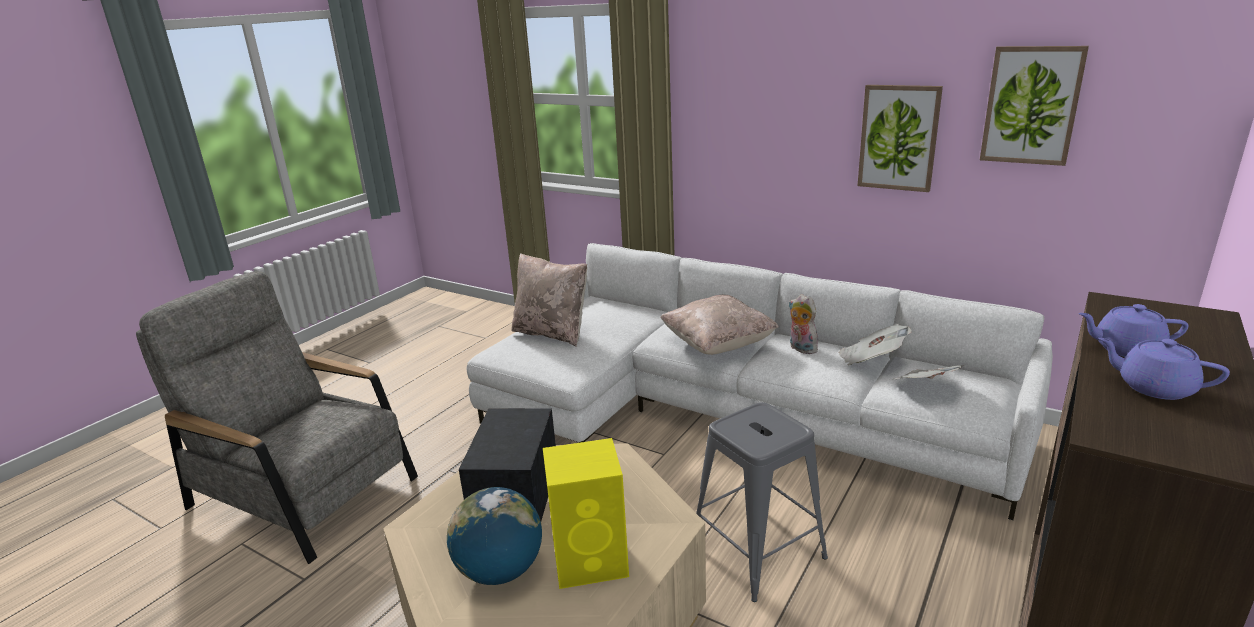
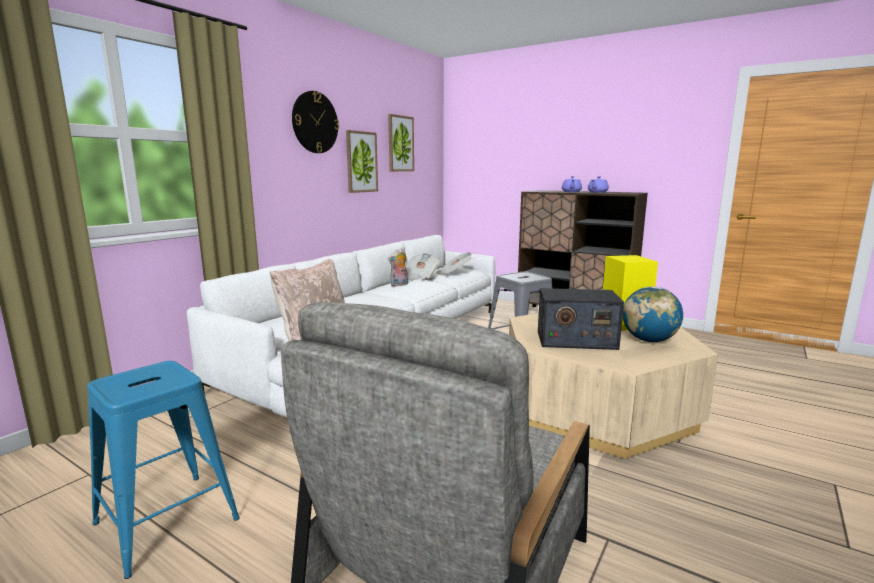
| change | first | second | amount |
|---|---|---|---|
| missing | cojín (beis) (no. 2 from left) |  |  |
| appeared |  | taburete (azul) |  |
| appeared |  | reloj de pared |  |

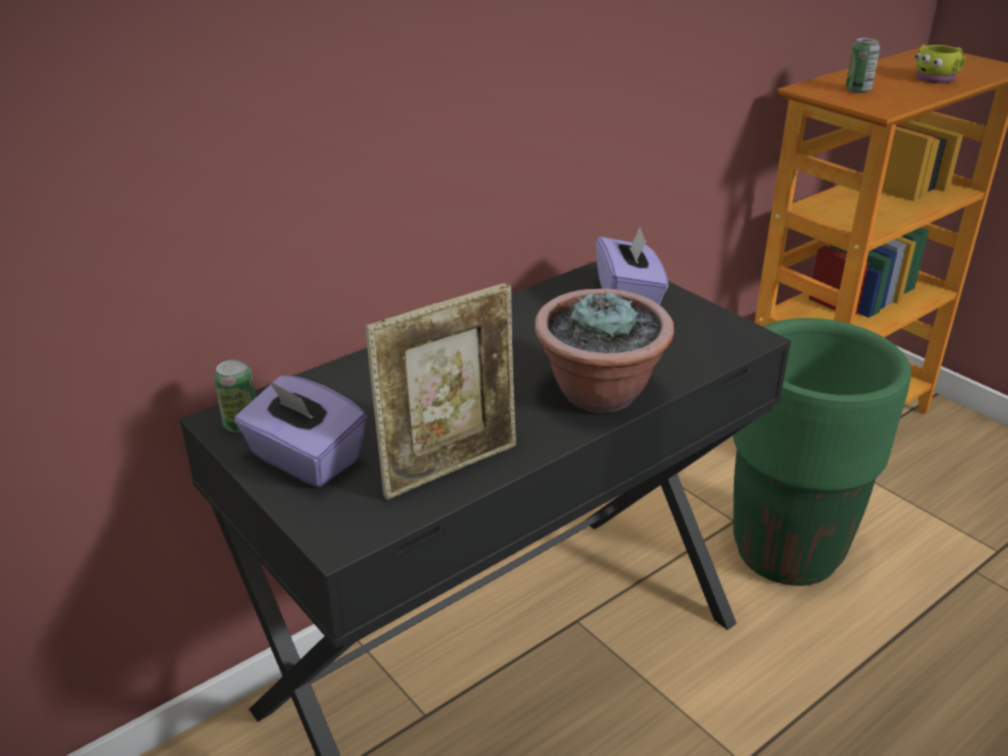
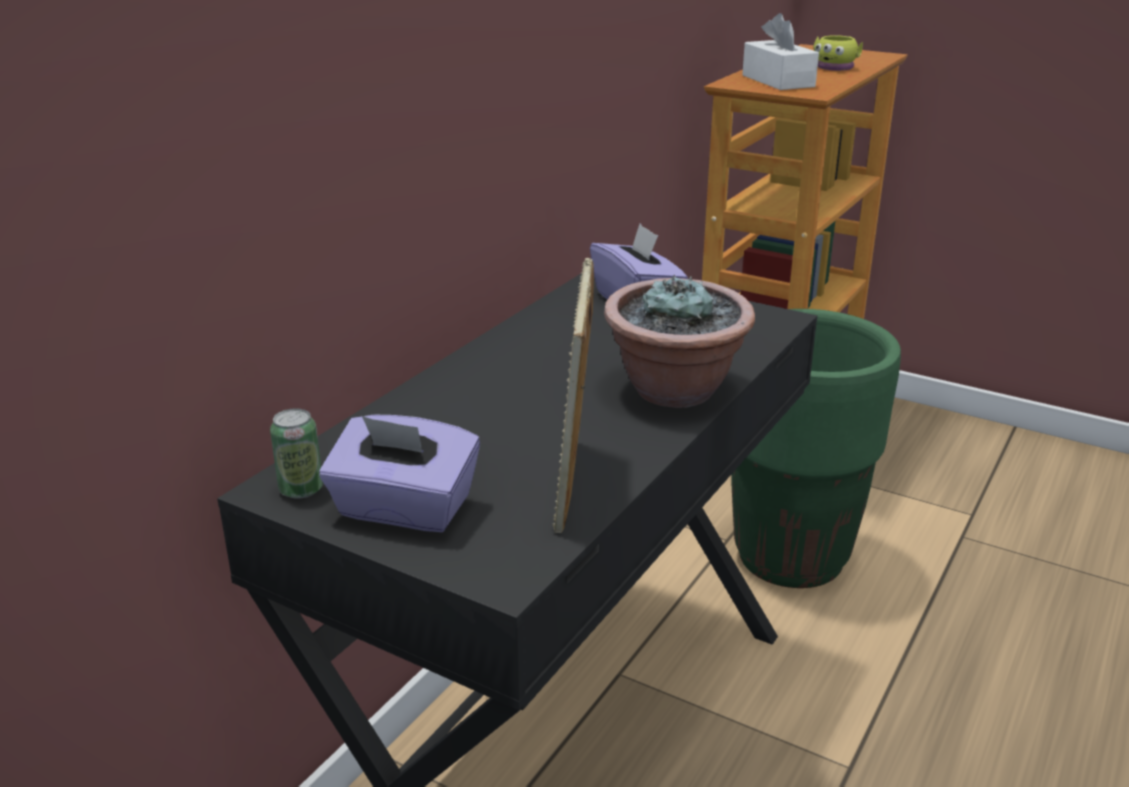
| change | first | second | amount |
|---|---|---|---|
| spun | portarretratos |  | 150 degrees clockwise |
| exchanged | lata (no. 2 from left) | caja de pañuelos (blanco) |  |

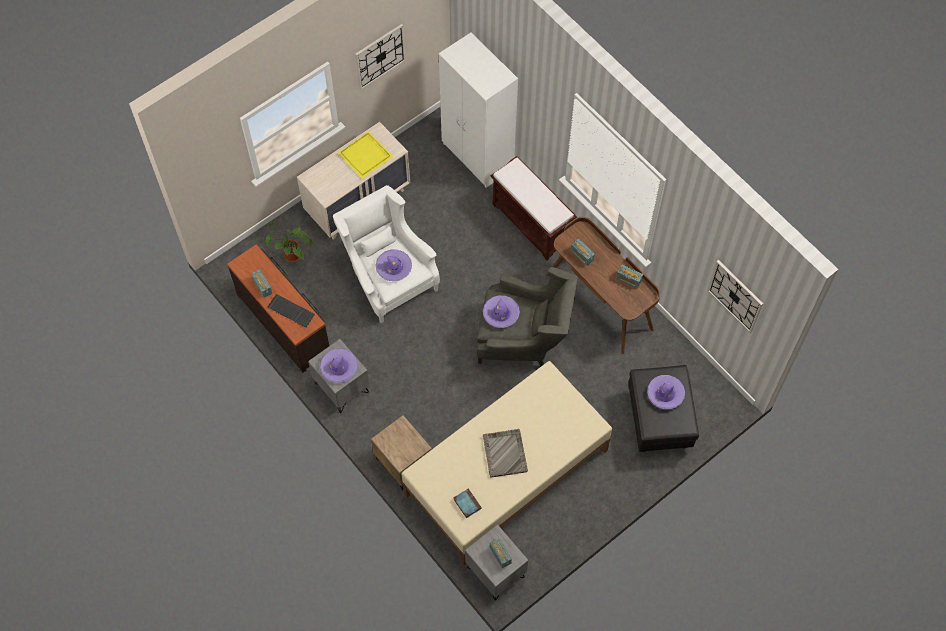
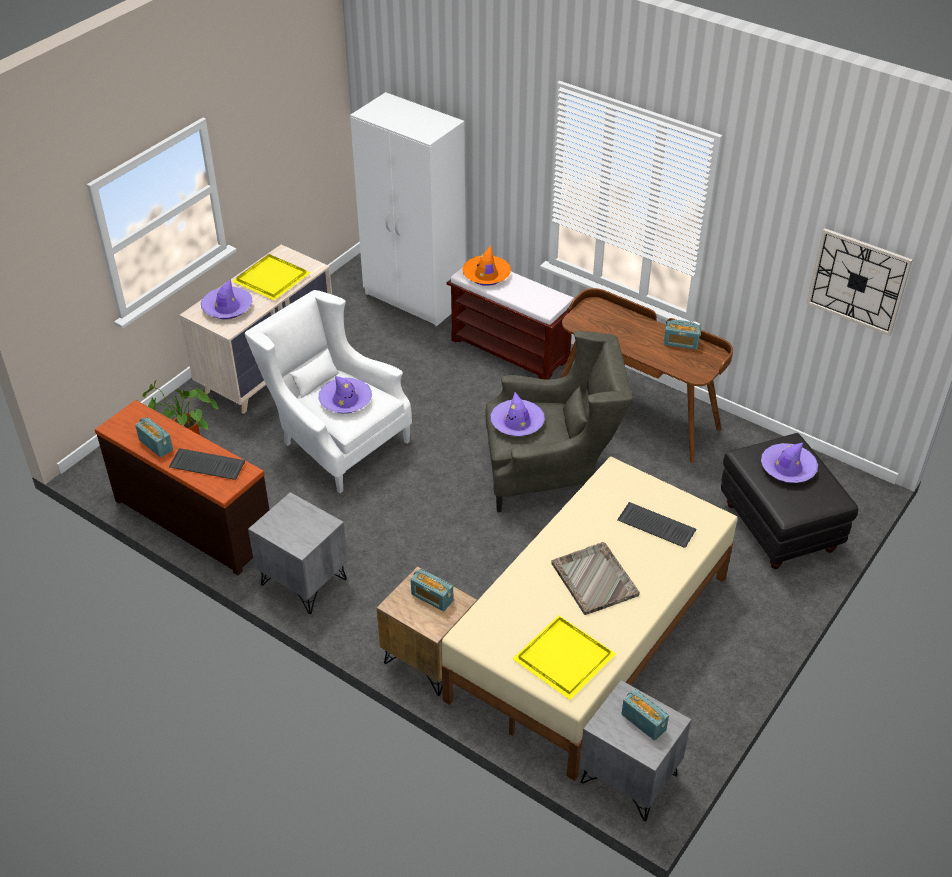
| change | first | second | amount |
|---|---|---|---|
| relocated | sombrero (morado) (no. 1 from left) |  |  |
| missing | reloj de pared (no. 1 from left) |  |  |
| exchanged | libro | bandeja (amarillo) (no. 2 from left) |  |
| relocated | radio (no. 3 from left in the first image) | radio (no. 2 from left) |  |
| appeared |  | sombrero (naranja) |  |
| appeared |  | teclado (no. 2 from left) |  |

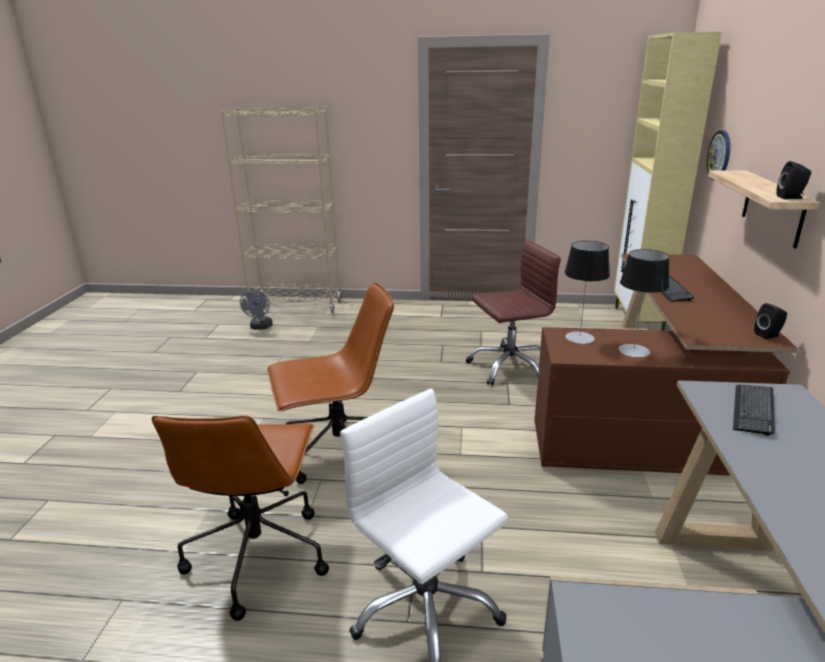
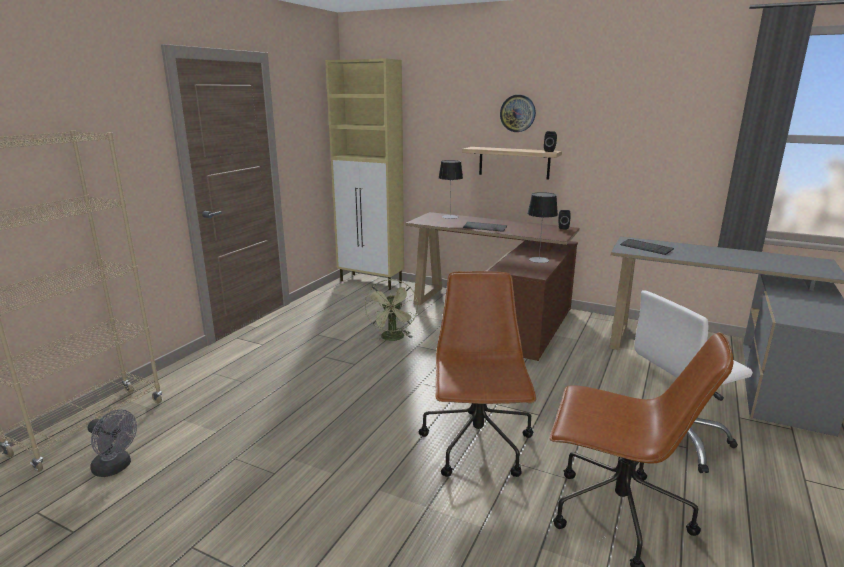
| change | first | second | amount |
|---|---|---|---|
| exchanged | silla de oficina (marrón) (no. 3 from left) | ventilador (verde) |  |
| relocated | lámpara de mesa (no. 1 from left) |  |  |
| relocated | reloj de pared |  |  |

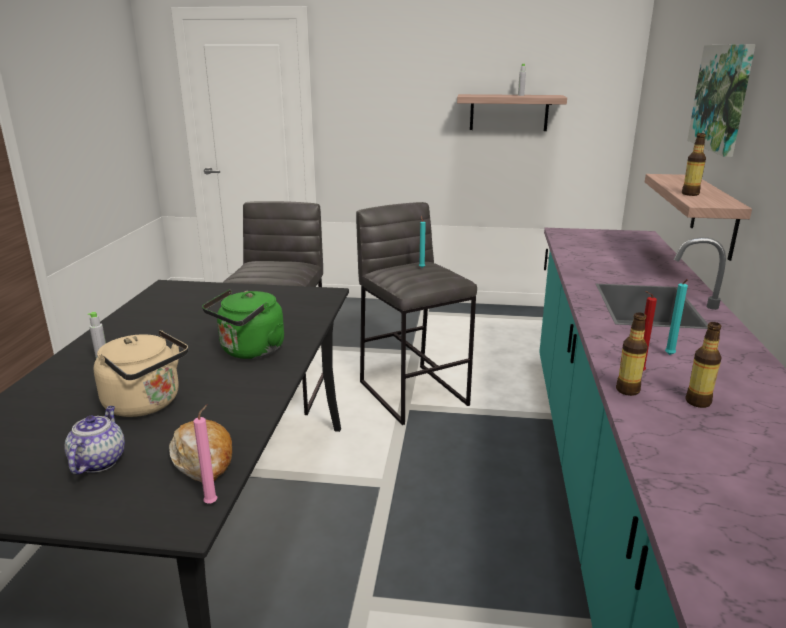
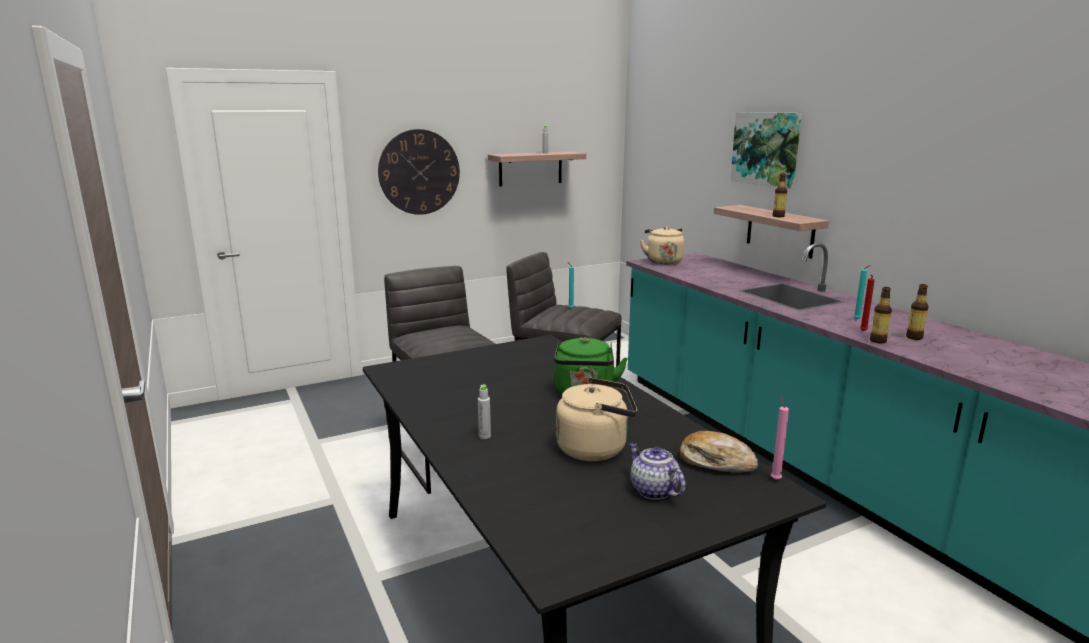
| change | first | second | amount |
|---|---|---|---|
| appeared |  | reloj de pared |  |
| appeared |  | hervidor (beis) (no. 2 from left) |  |

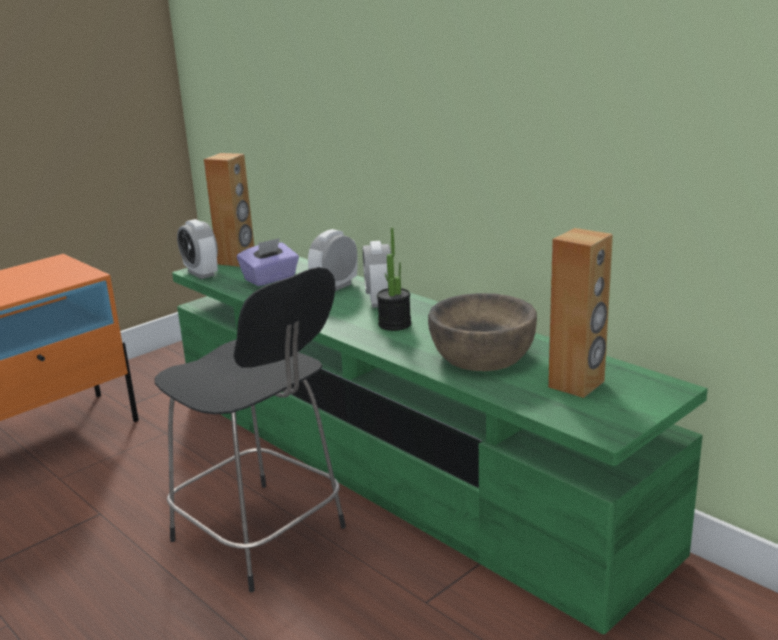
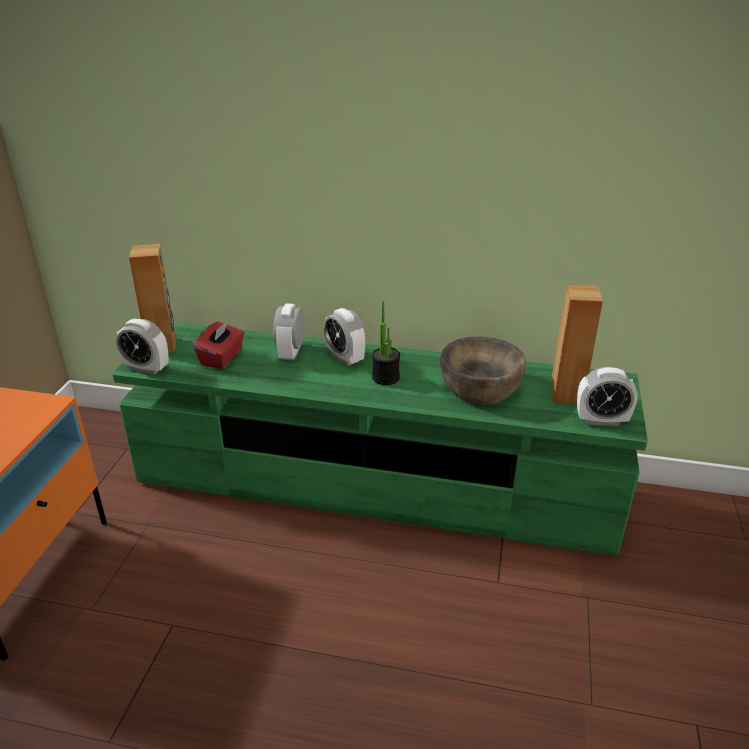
| change | first | second | amount |
|---|---|---|---|
| missing | taburete (negro) |  |  |
| colour | caja de pañuelos (morado) | caja de pañuelos (rojo) |  |
| appeared |  | despertador (no. 4 from left) |  |

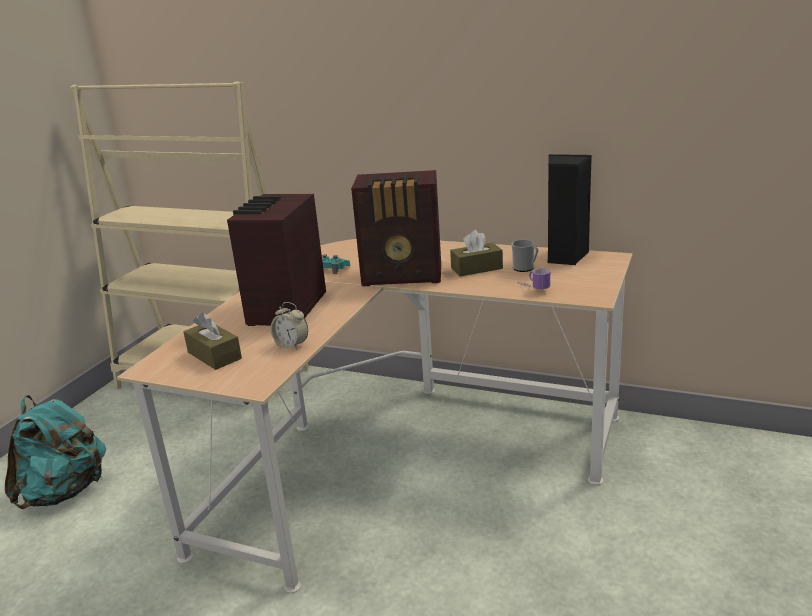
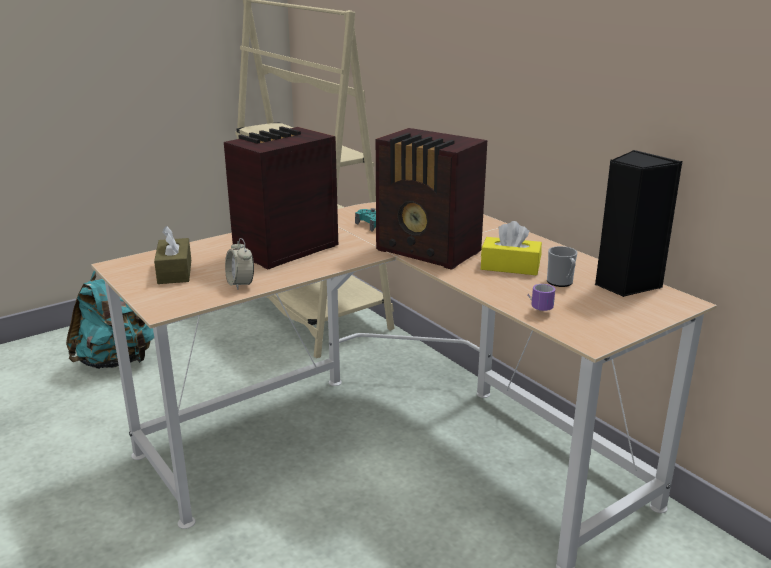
| change | first | second | amount |
|---|---|---|---|
| colour | caja de pañuelos (marrón) (no. 2 from left) | caja de pañuelos (amarillo) |  |

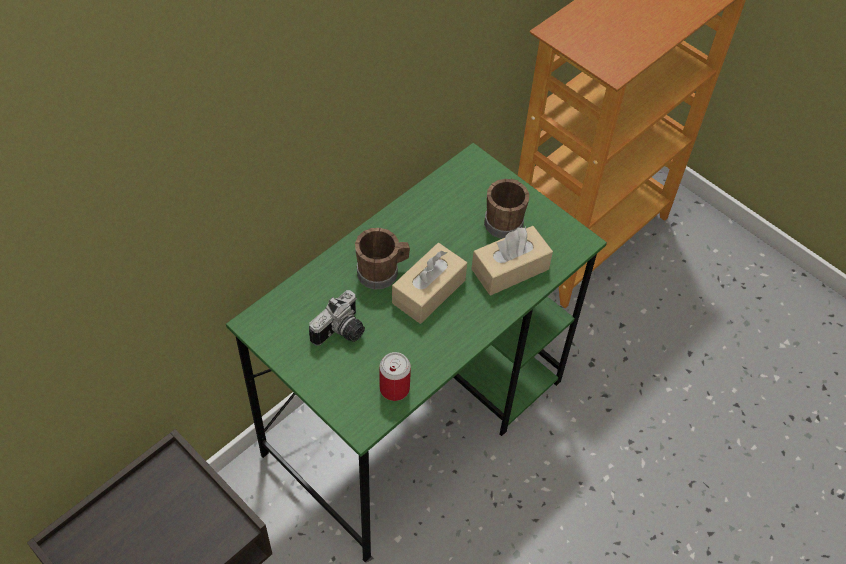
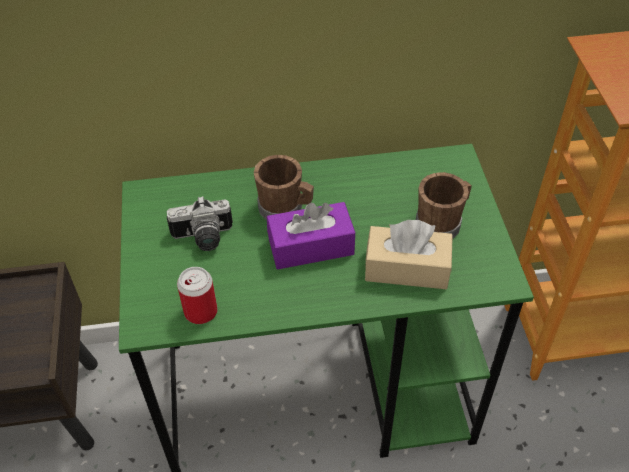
| change | first | second | amount |
|---|---|---|---|
| colour | caja de pañuelos (beis) (no. 1 from left) | caja de pañuelos (morado) |  |

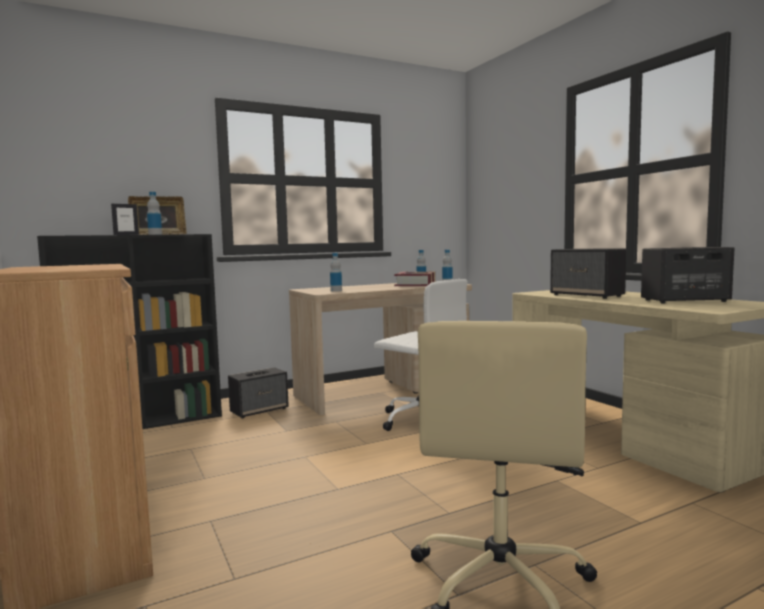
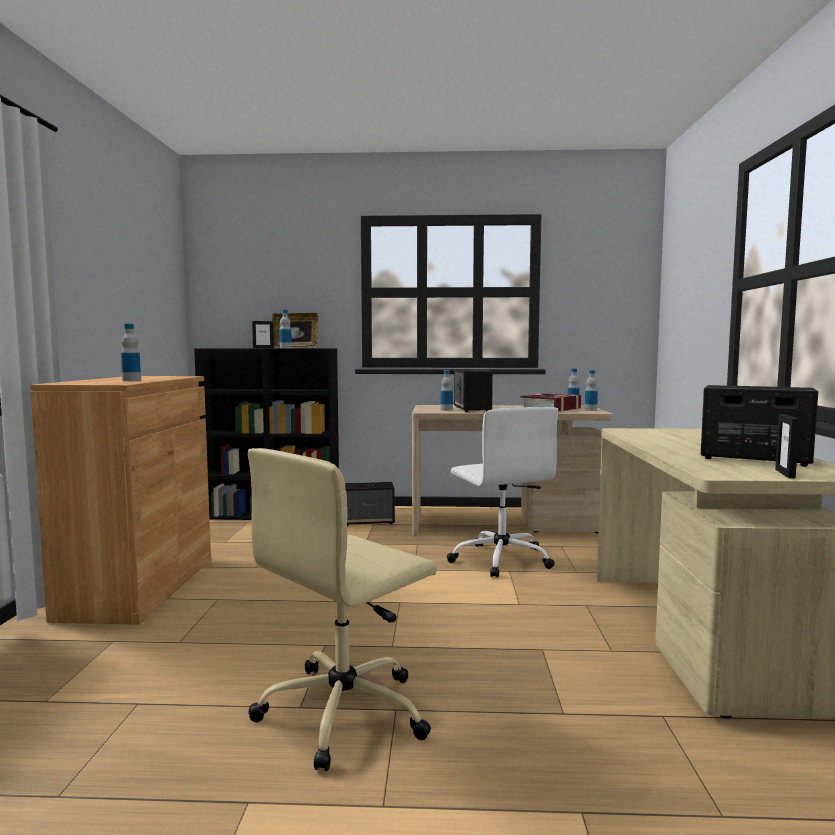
| change | first | second | amount |
|---|---|---|---|
| relocated | altavoz (no. 2 from left) |  |  |
| appeared |  | botella (no. 1 from left) |  |
| appeared |  | portarretratos (no. 3 from left) |  |

